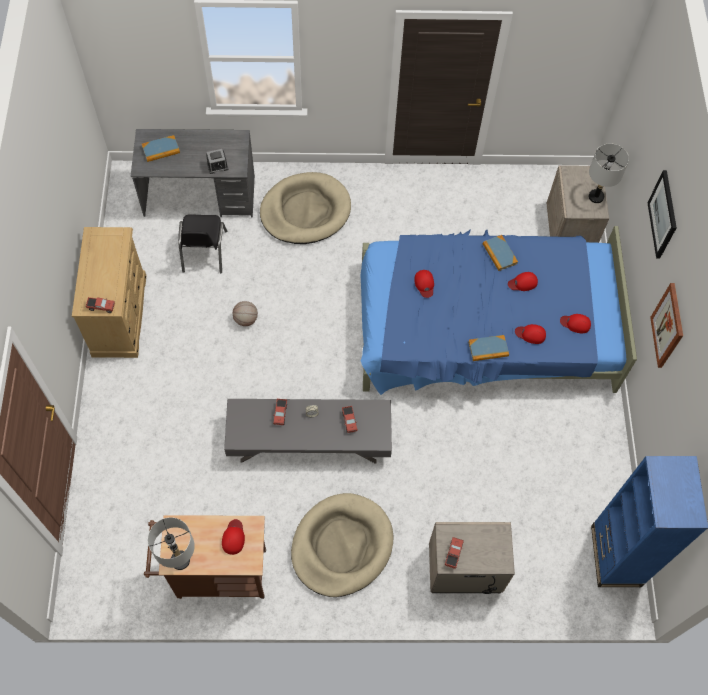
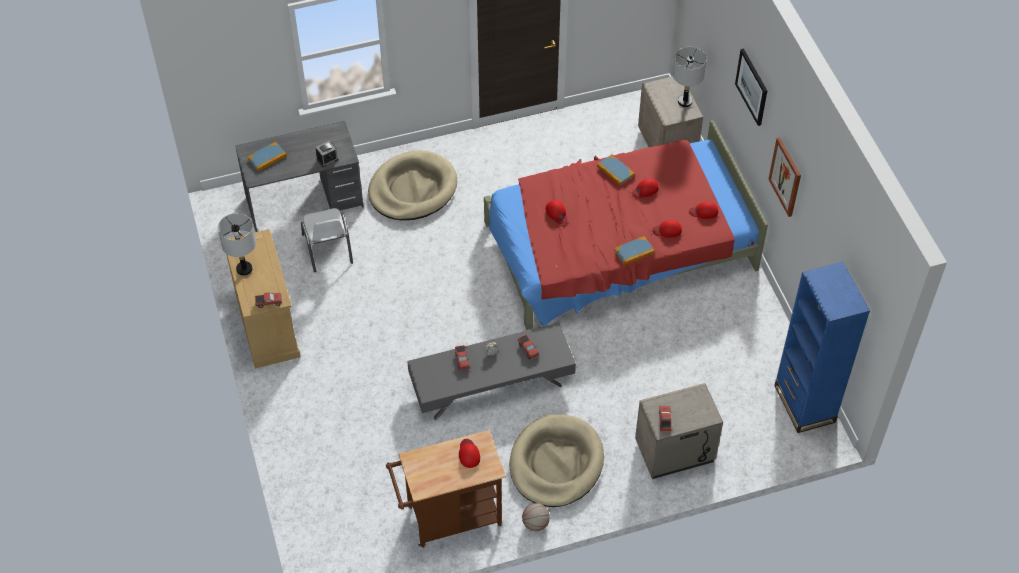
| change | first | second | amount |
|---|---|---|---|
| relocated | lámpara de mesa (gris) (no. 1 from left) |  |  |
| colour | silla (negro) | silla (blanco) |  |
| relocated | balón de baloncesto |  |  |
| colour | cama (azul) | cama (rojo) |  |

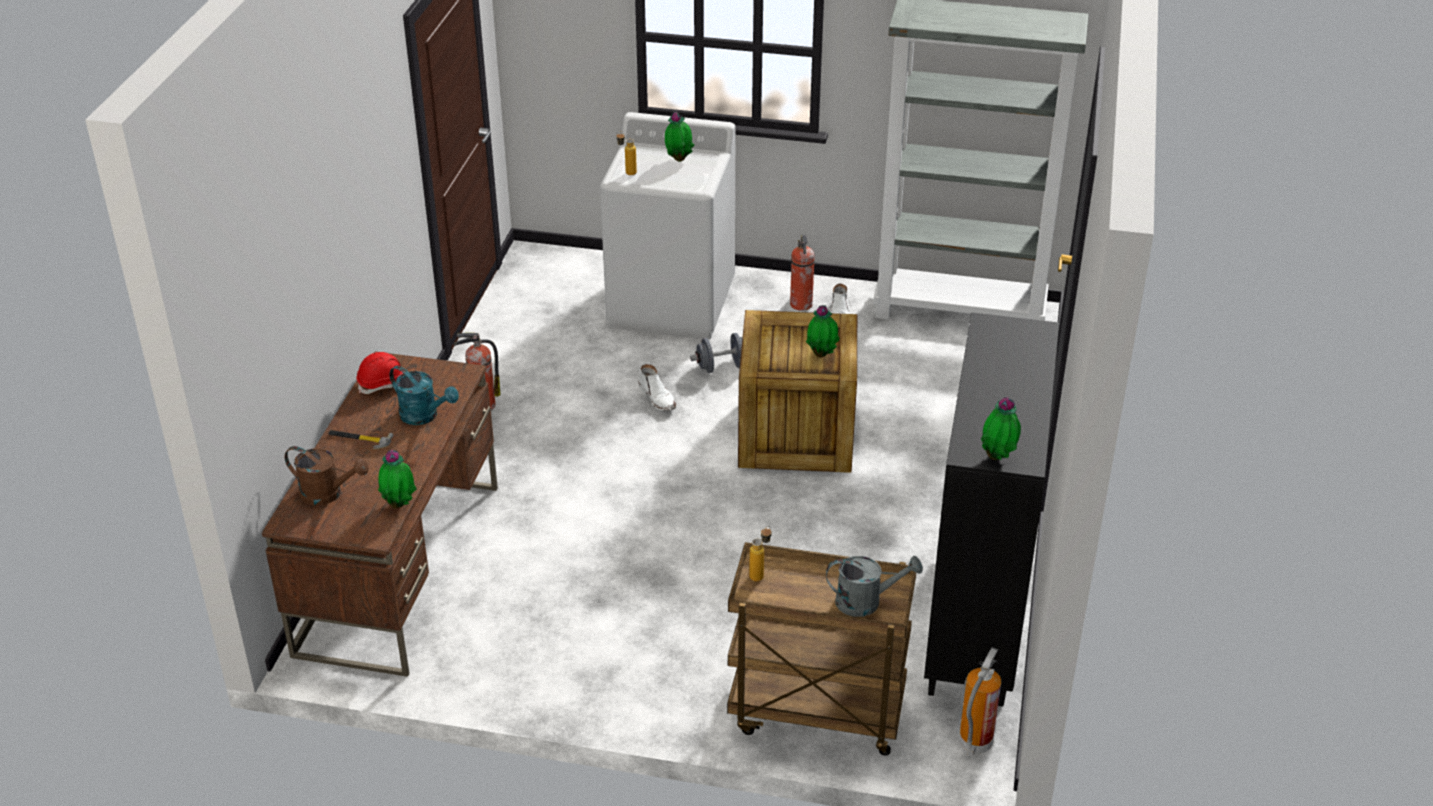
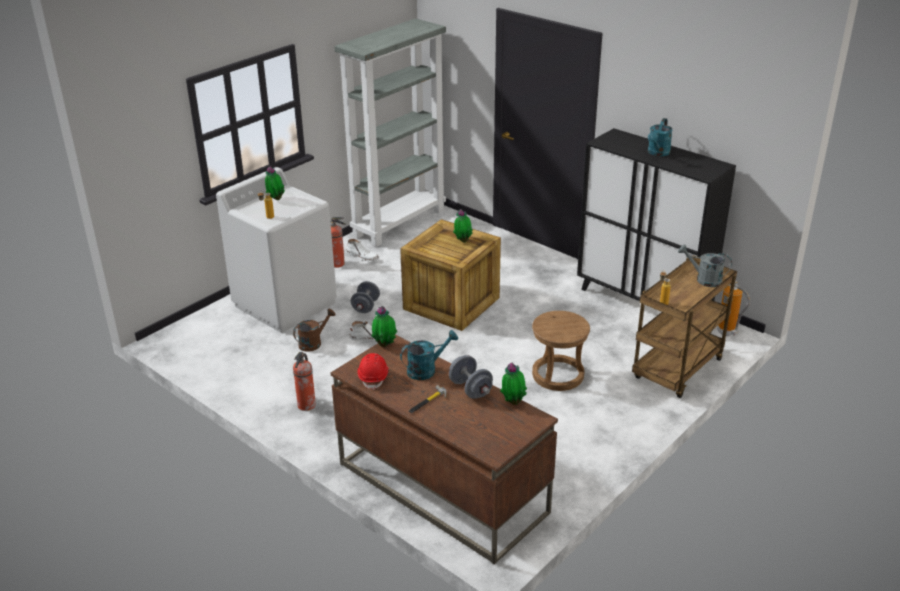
| change | first | second | amount |
|---|---|---|---|
| relocated | regadera (marrón) |  |  |
| spun | regadera (gris) |  | 90 degrees counterclockwise |
| relocated | planta en maceta (no. 4 from left in the first image) | planta en maceta (no. 2 from left) |  |
| appeared |  | mancuerna (gris) (no. 2 from left) |  |
| appeared |  | taburete (marrón) |  |
| appeared |  | regadera (turquesa) (no. 2 from left) |  |

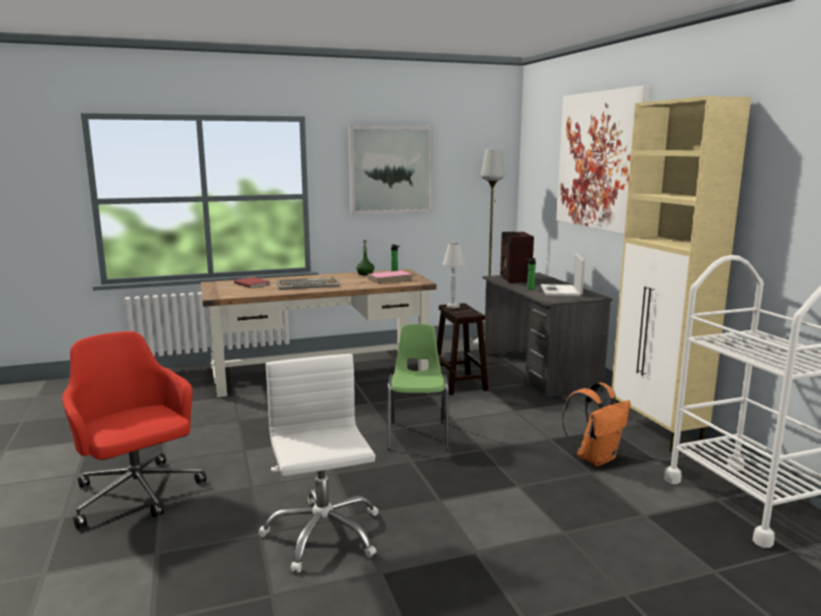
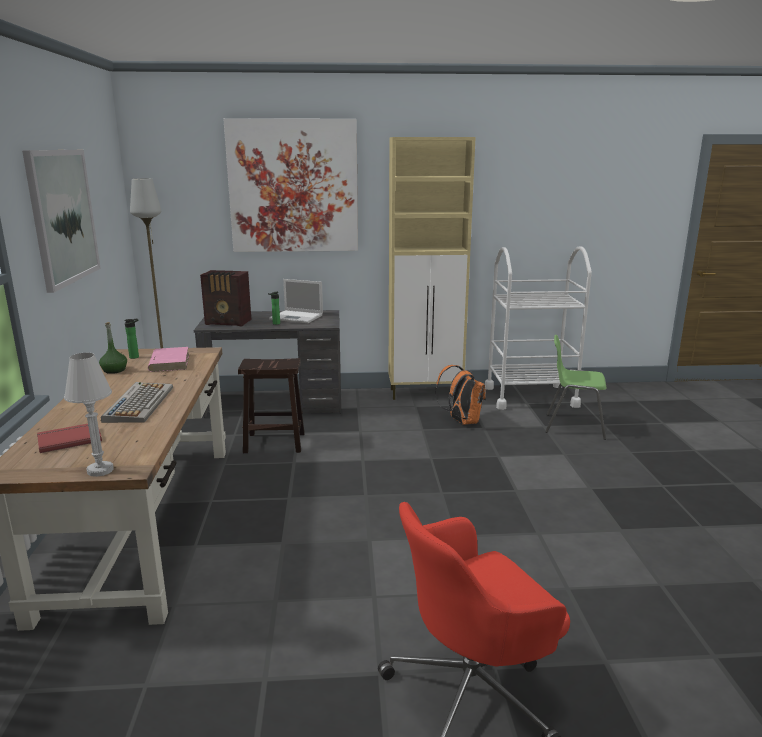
| change | first | second | amount |
|---|---|---|---|
| missing | silla de oficina (blanco) |  |  |
| relocated | silla (verde) |  |  |
| relocated | lámpara de mesa (blanco) |  |  |

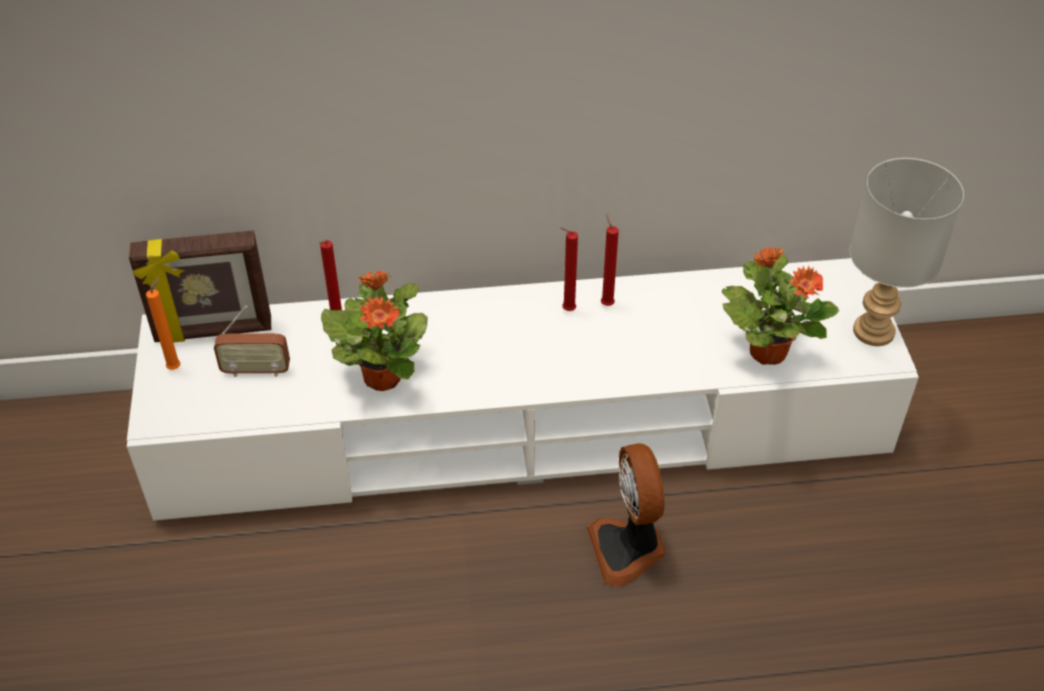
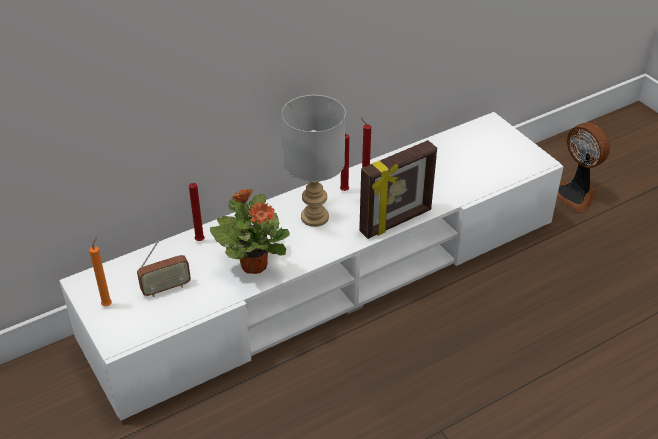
| change | first | second | amount |
|---|---|---|---|
| relocated | portarretratos |  |  |
| relocated | ventilador |  |  |
| missing | planta en maceta (no. 2 from left) |  |  |
| relocated | lámpara de mesa (gris) |  |  |

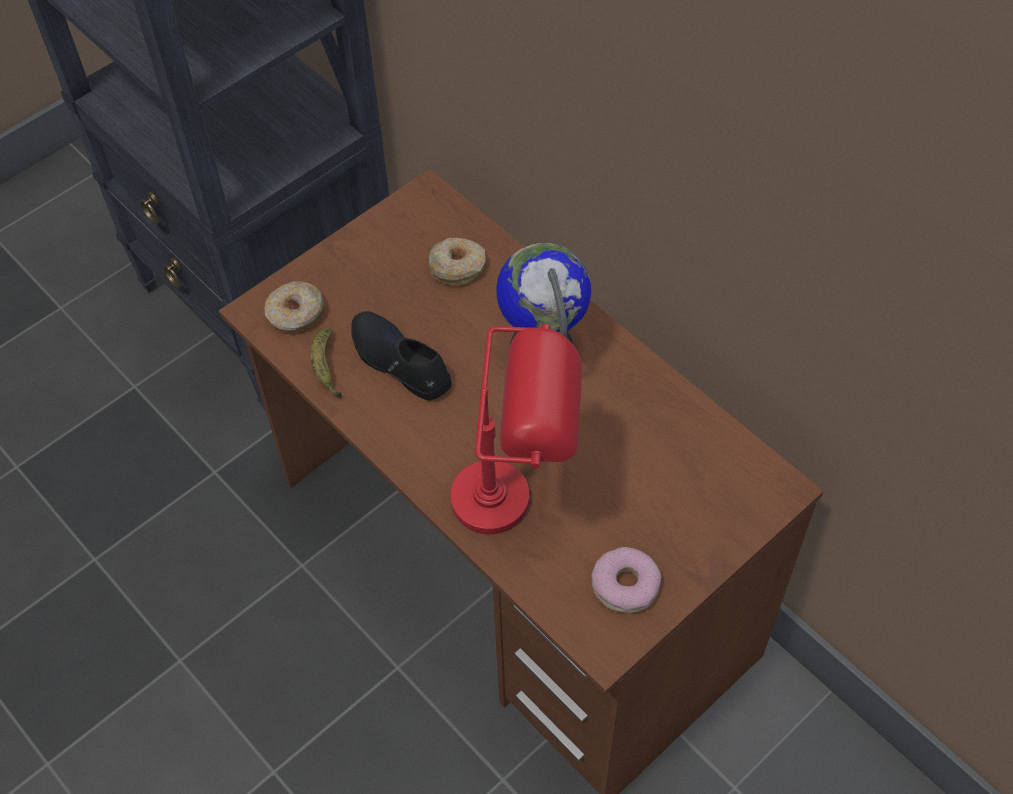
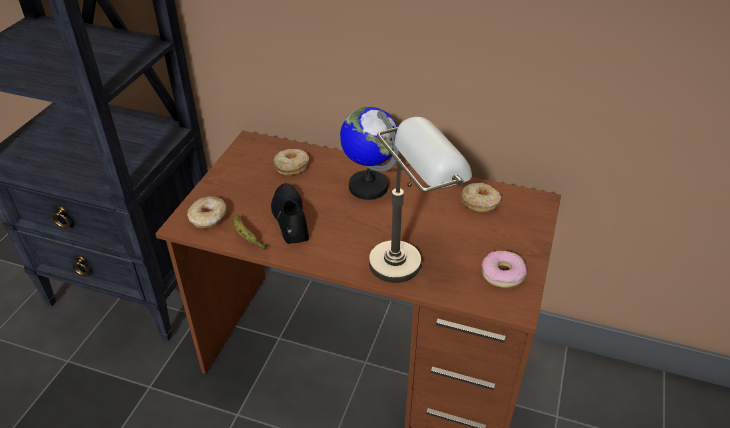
| change | first | second | amount |
|---|---|---|---|
| spun | zapato (negro) |  | 60 degrees clockwise |
| colour | lámpara de mesa (rojo) | lámpara de mesa (gris) |  |
| appeared |  | rosquilla (no. 3 from left) |  |

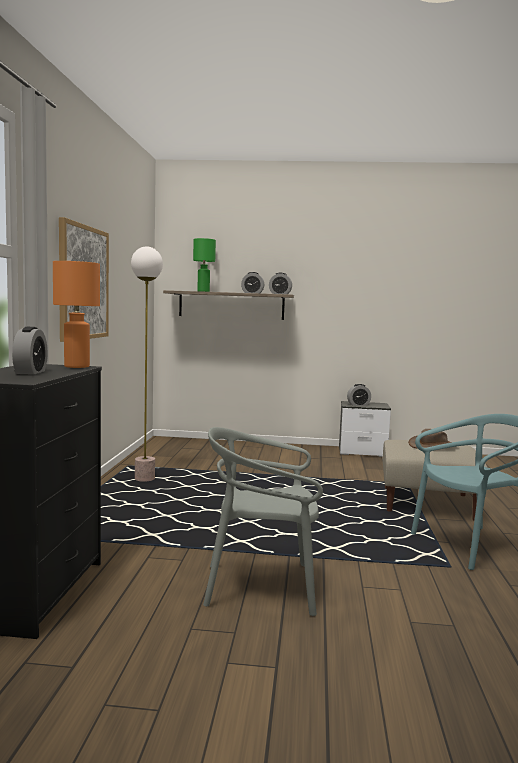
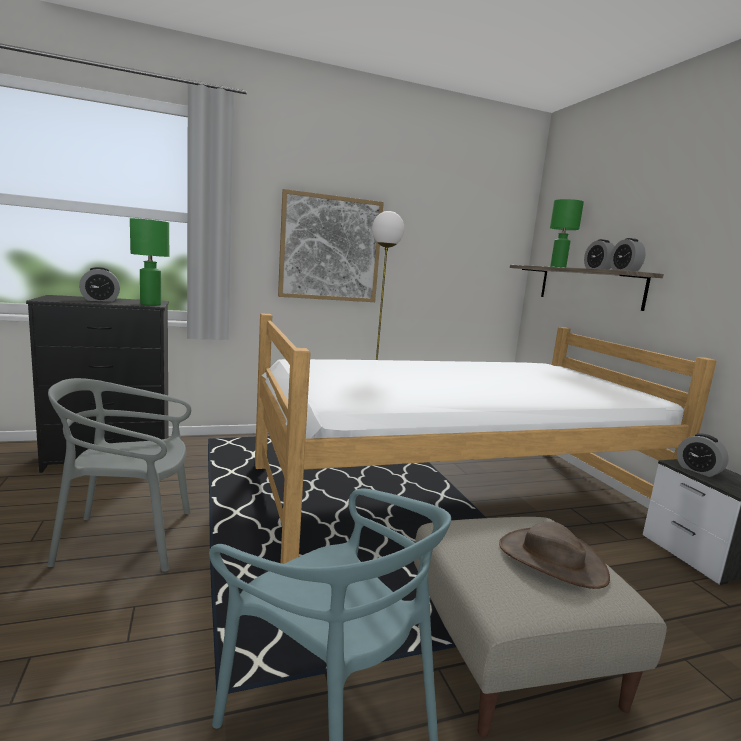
| change | first | second | amount |
|---|---|---|---|
| colour | lámpara de mesa (naranja) | lámpara de mesa (verde) (no. 1 from left) |  |
| spun | silla (gris) |  | 75 degrees counterclockwise |
| appeared |  | cama |  |

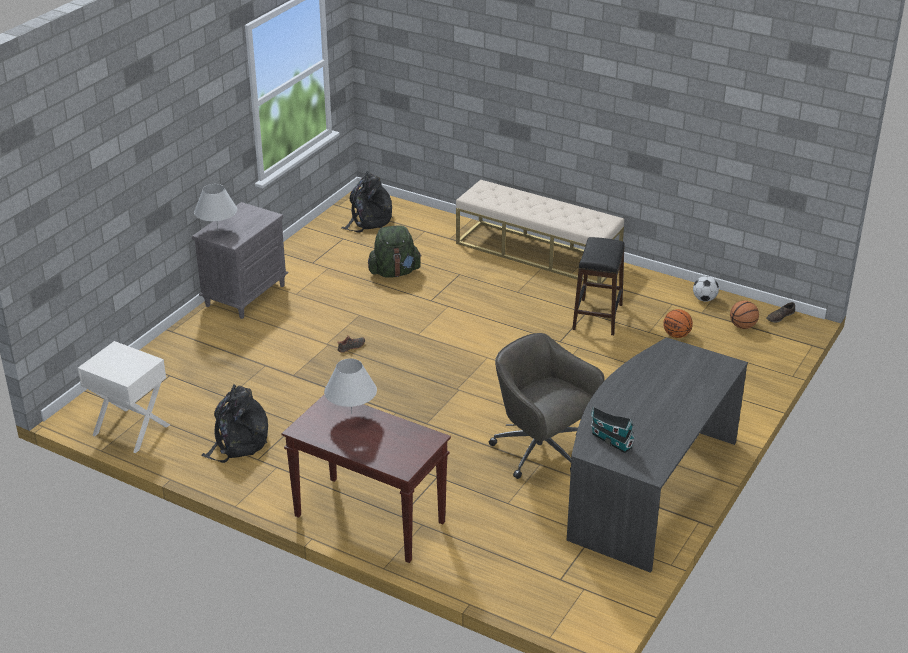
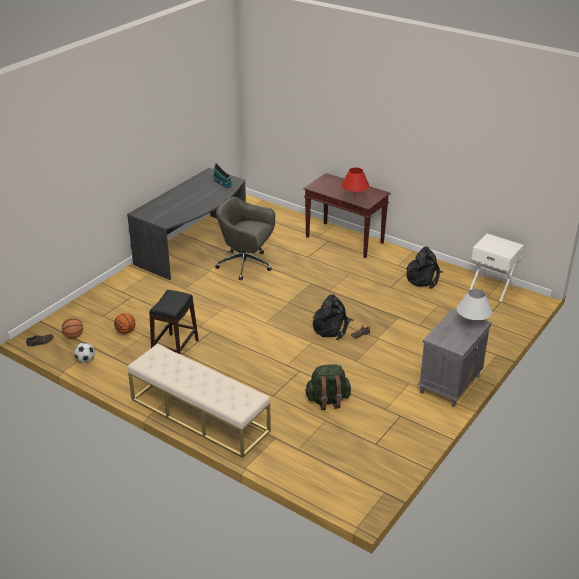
| change | first | second | amount |
|---|---|---|---|
| colour | lámpara de mesa (blanco) (no. 2 from left) | lámpara de mesa (rojo) |  |
| relocated | mochila (negro) (no. 2 from left in the first image) | mochila (negro) (no. 1 from left) |  |
| spun | silla de oficina (gris) |  | 150 degrees clockwise |

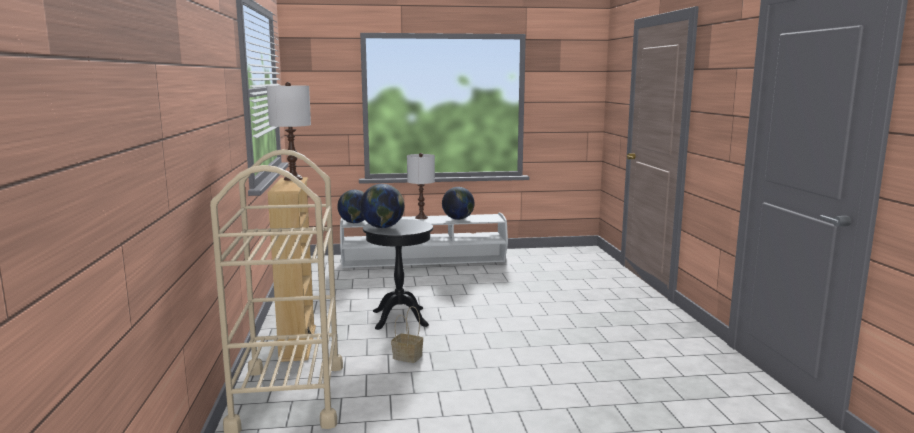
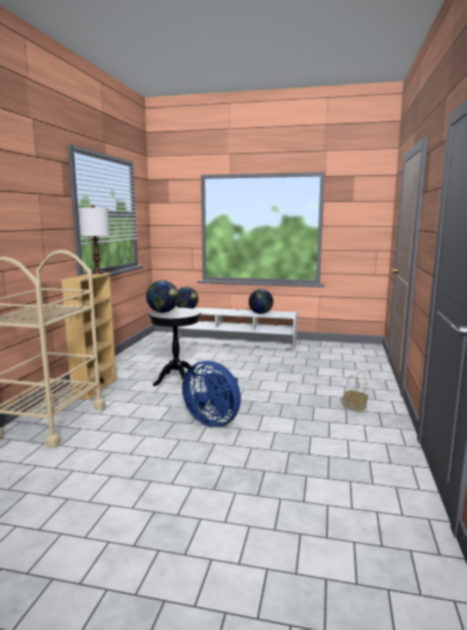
| change | first | second | amount |
|---|---|---|---|
| relocated | cesta |  |  |
| missing | lámpara de mesa (blanco) (no. 2 from left) |  |  |
| appeared |  | ventilador (azul) |  |

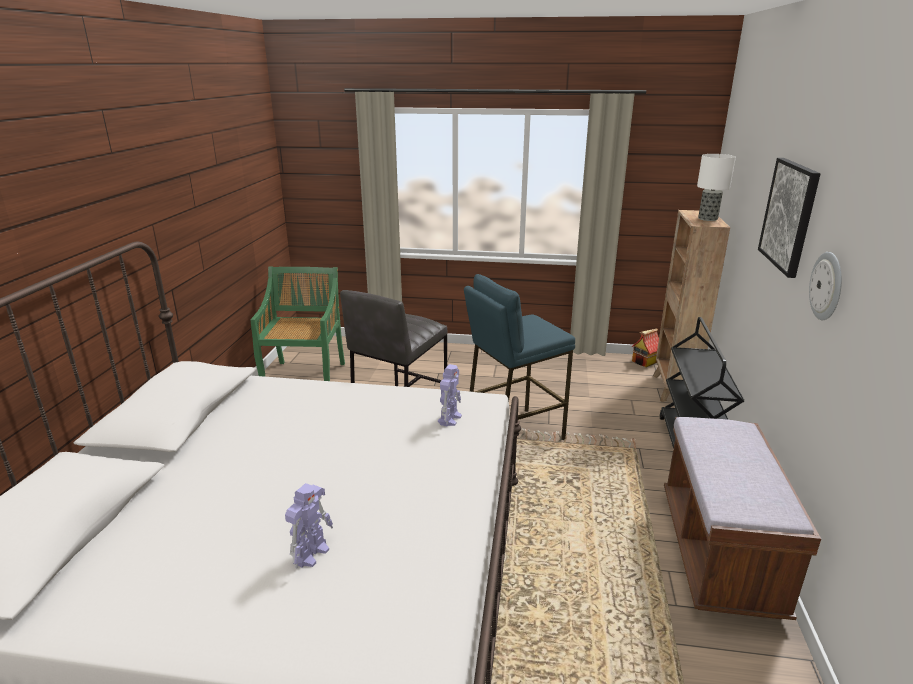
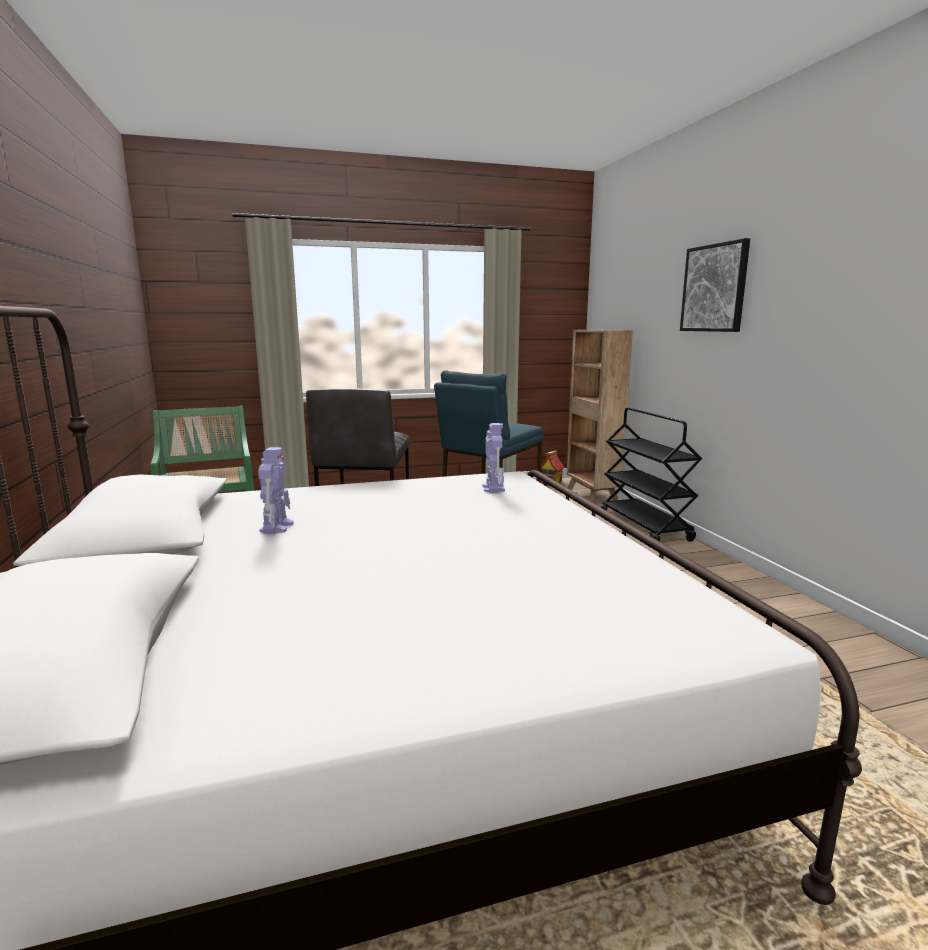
| change | first | second | amount |
|---|---|---|---|
| relocated | robot de juguete (no. 1 from left) |  |  |
| missing | banco (marrón) |  |  |
| missing | lámpara de mesa |  |  |
| missing | reloj de pared |  |  |

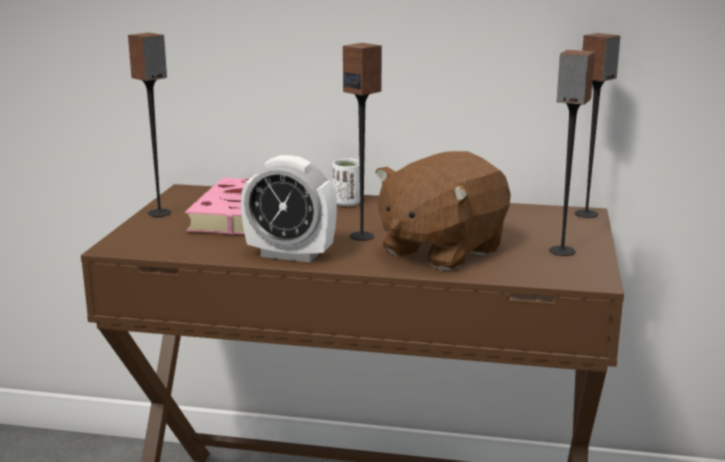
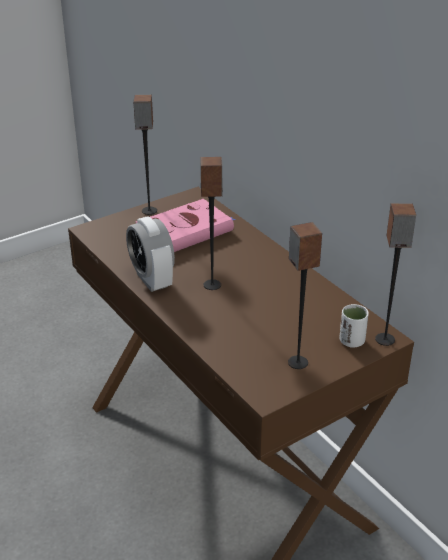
| change | first | second | amount |
|---|---|---|---|
| relocated | taza (blanco) |  |  |
| missing | peluche (marrón) |  |  |

